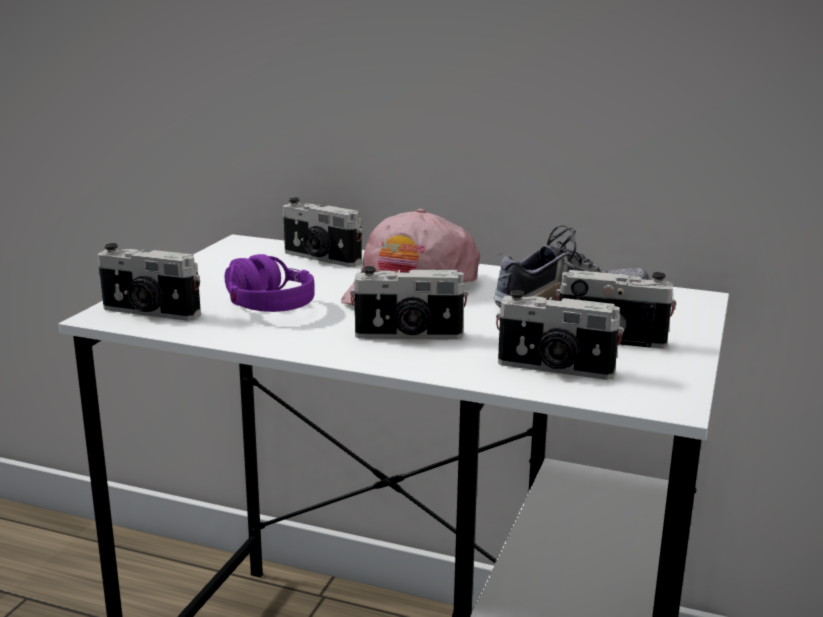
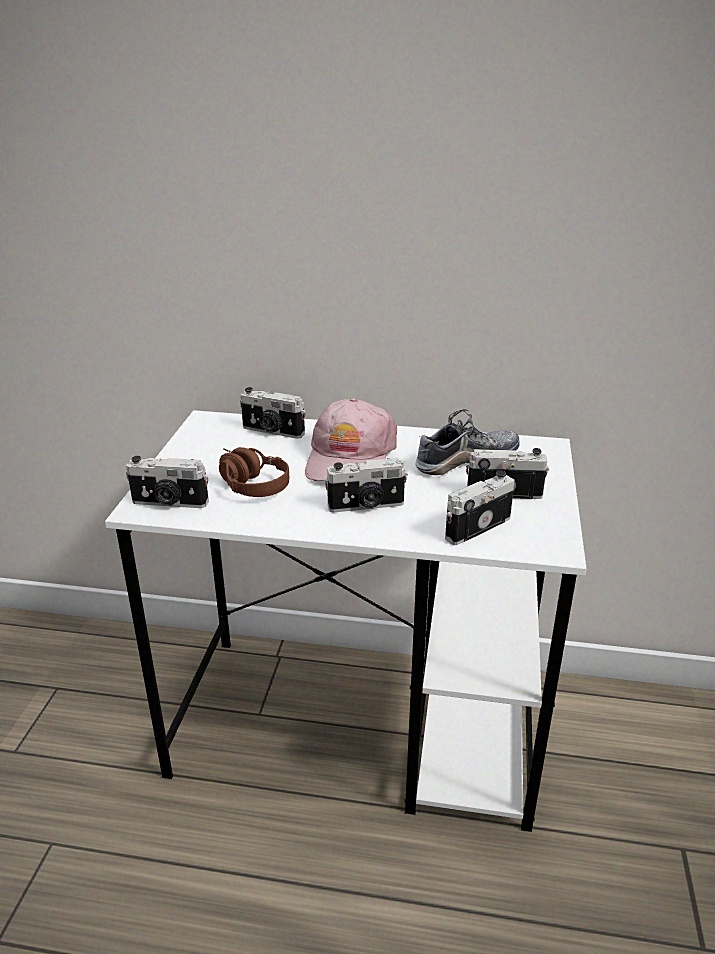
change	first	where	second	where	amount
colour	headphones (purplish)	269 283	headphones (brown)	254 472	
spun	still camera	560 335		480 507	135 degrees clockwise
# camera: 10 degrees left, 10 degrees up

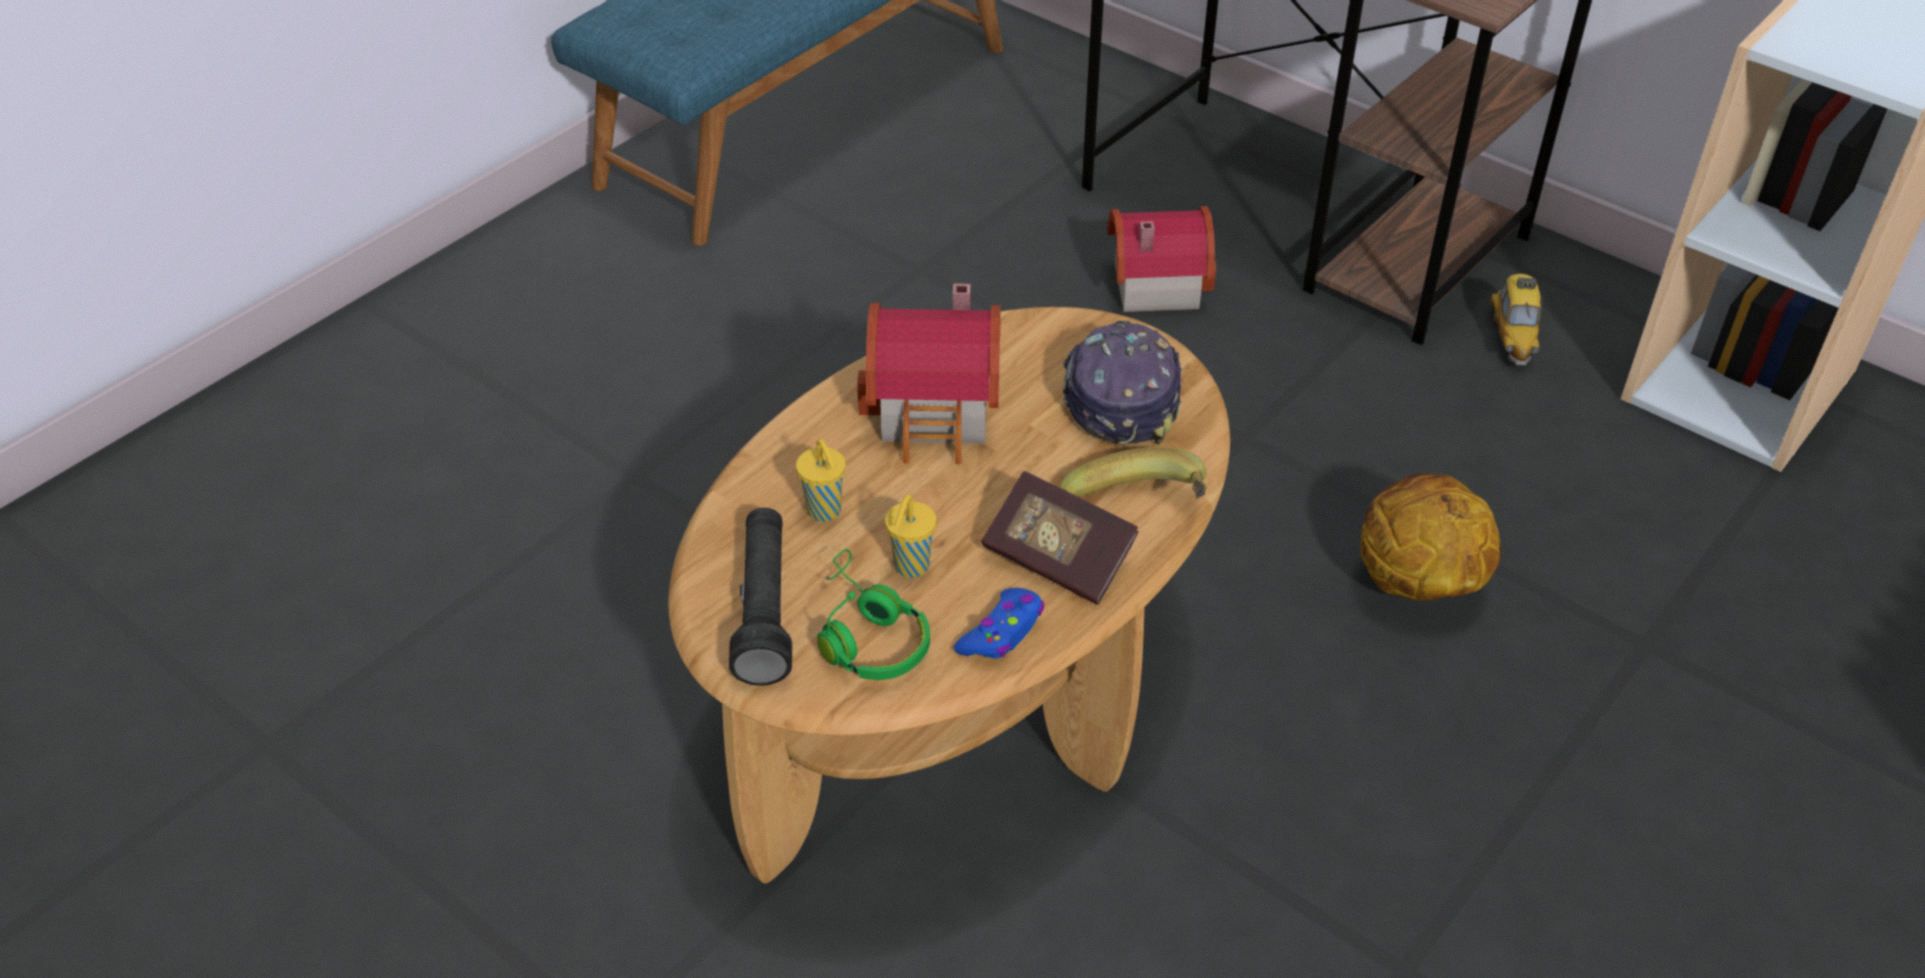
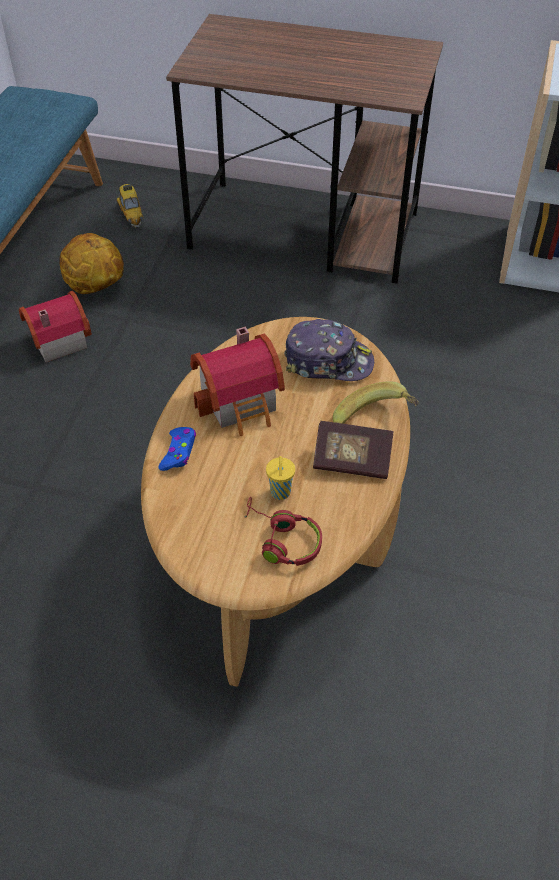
change	first	where	second	where	amount
missing	torch (black-coloured)	760 597			
missing	cup (yellowish)	821 480			
relocated	joypad (blue)	999 623		177 449	
relocated	model house	1161 259		55 326	
relocated	basketball	1430 537		91 263	
relocated	miniature car	1517 319		130 206	
colour	headphones (greenish)	873 614	headphones (red)	283 531	
spun	baseball cap	1122 383		329 350	120 degrees clockwise
# camera: 25 degrees left, 5 degrees up

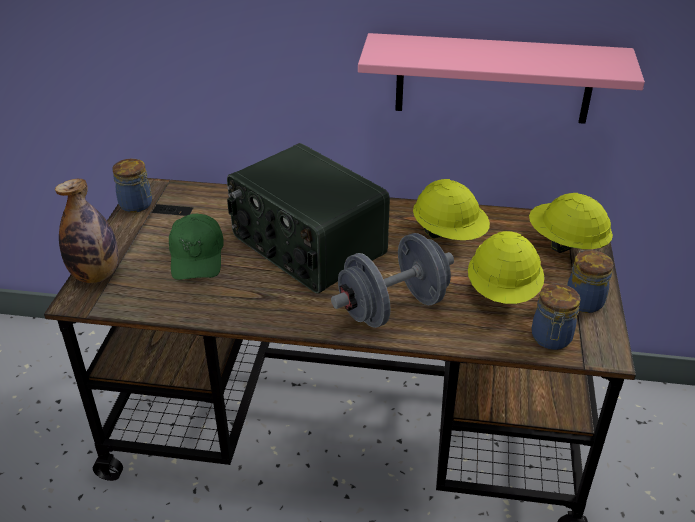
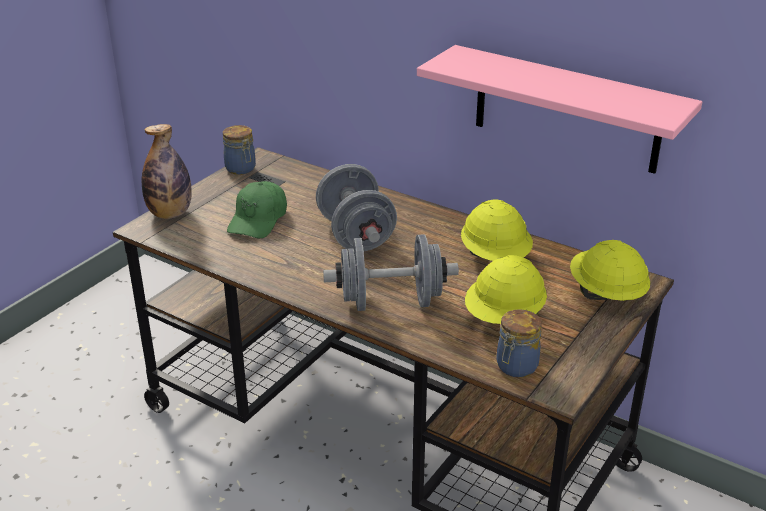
change	first	where	second	where	amount
missing	jar	590 281			
exchanged	radio receiver	308 218	dumbbell (gray)	356 207	
# camera: 25 degrees right, 5 degrees down

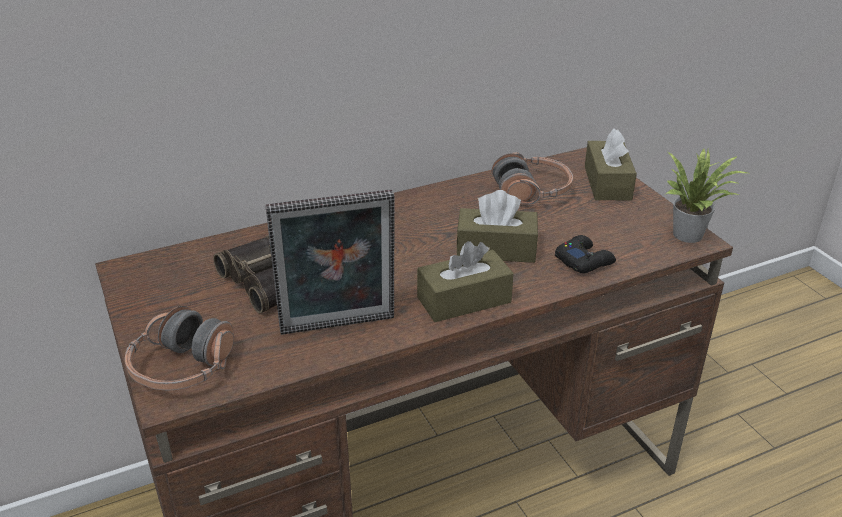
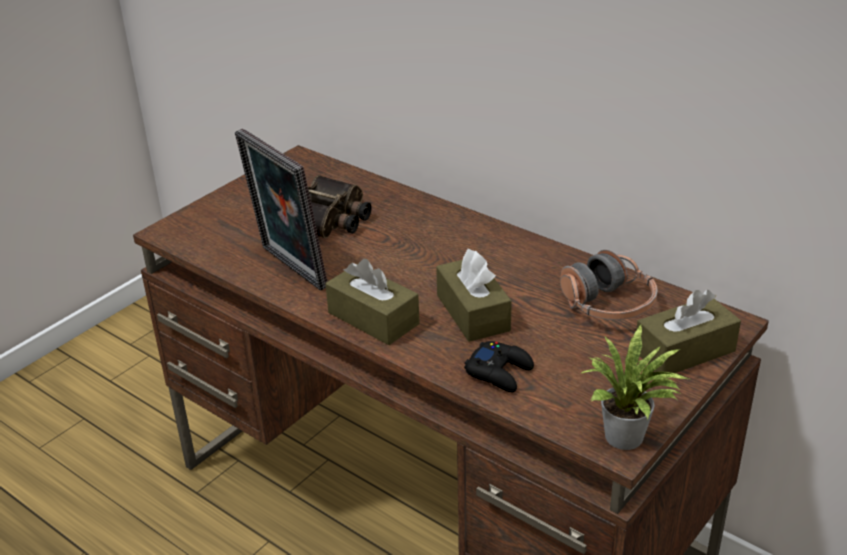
change	first	where	second	where	amount
missing	headphones	179 348			
# camera: 65 degrees right, 0 degrees up

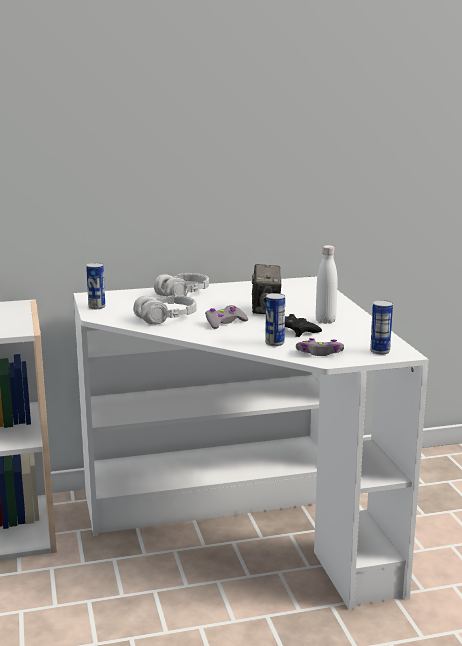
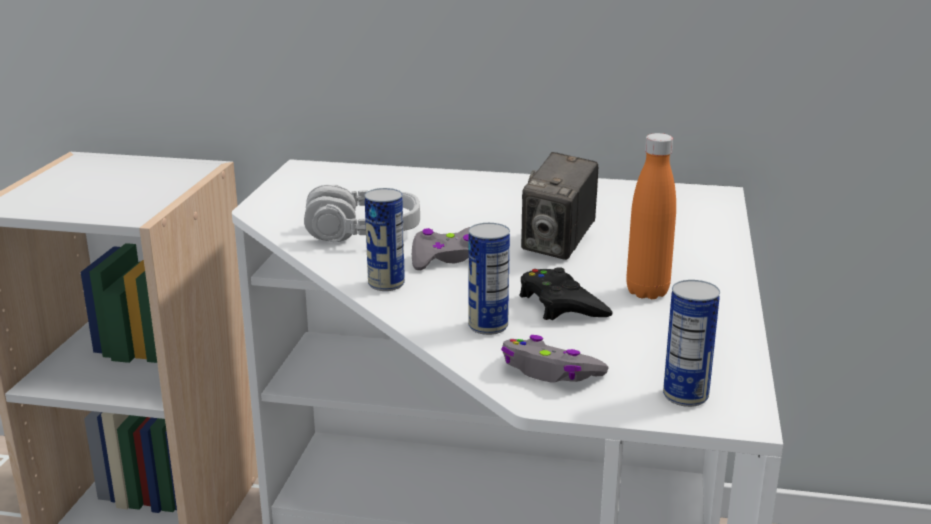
change	first	where	second	where	amount
missing	headphones (gray)	181 284			
relocated	sealed can	95 286		384 239	
colour	beverage bottle (whitish)	327 284	beverage bottle (orange)	651 216	
# camera: 25 degrees right, 5 degrees up

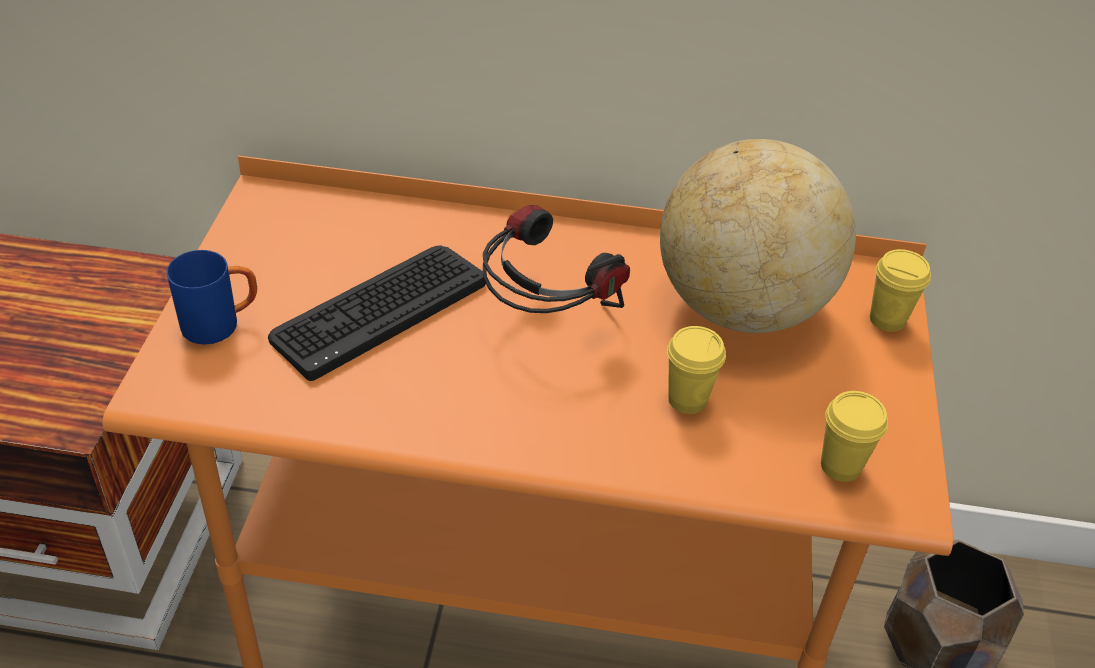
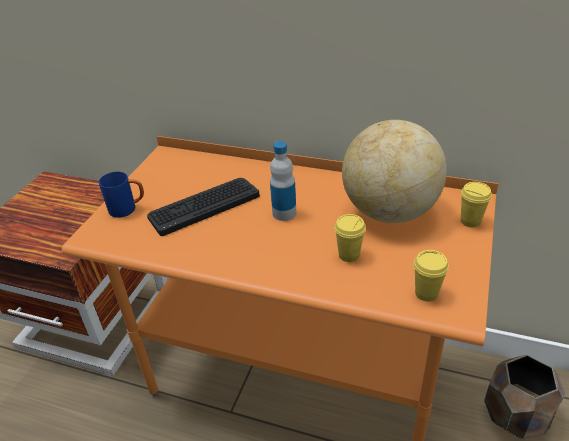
change	first	where	second	where	amount
exchanged	headphones	556 259	beverage bottle	283 181	
# camera: 15 degrees right, 5 degrees down

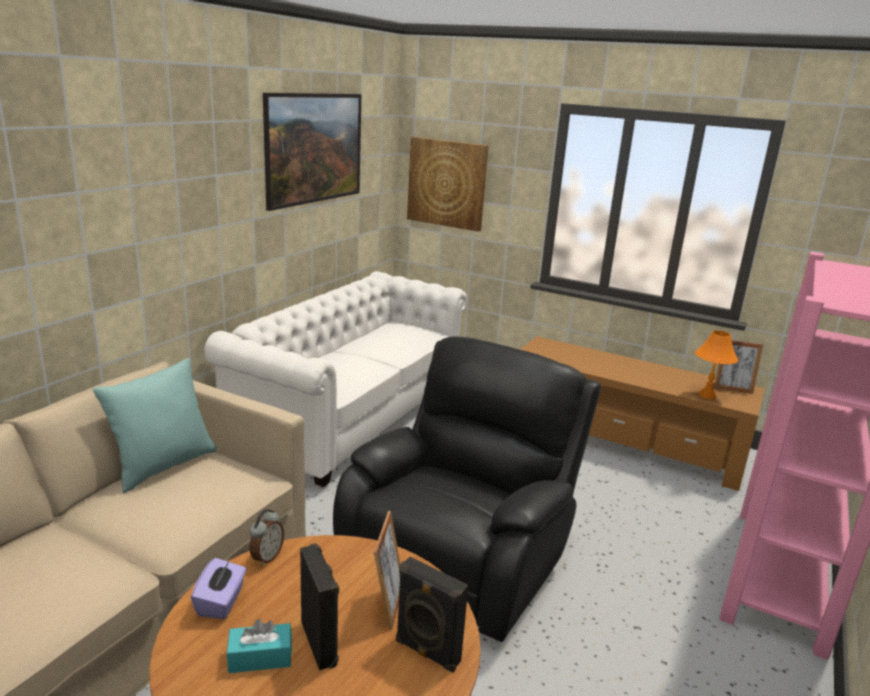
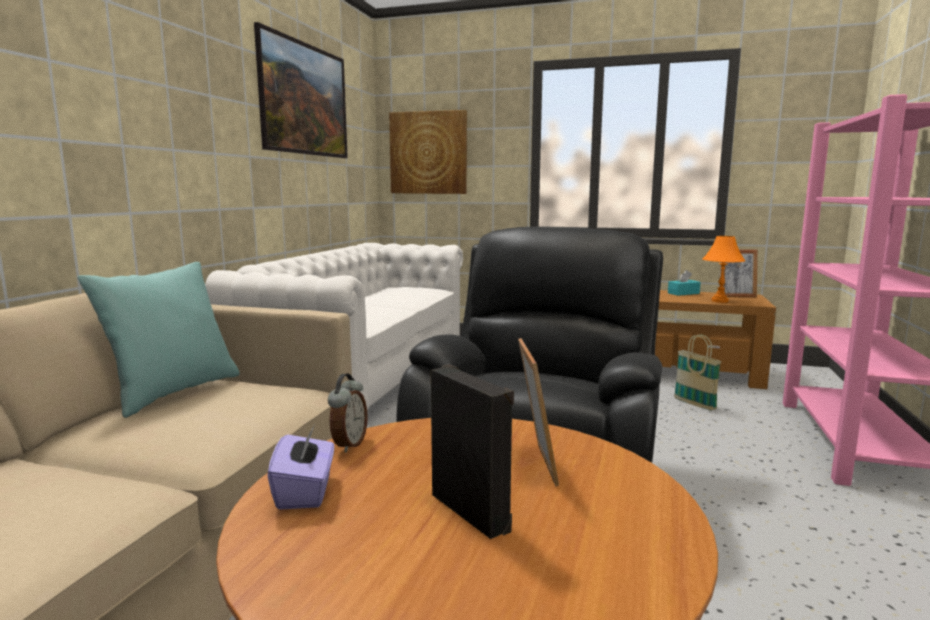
change	first	where	second	where	amount
missing	loudspeaker (black-coloured)	432 615			
appeared			storage basket	697 372	
relocated	tissue box (turquoise-coloured)	259 646		684 283	
# camera: 10 degrees left, 10 degrees down

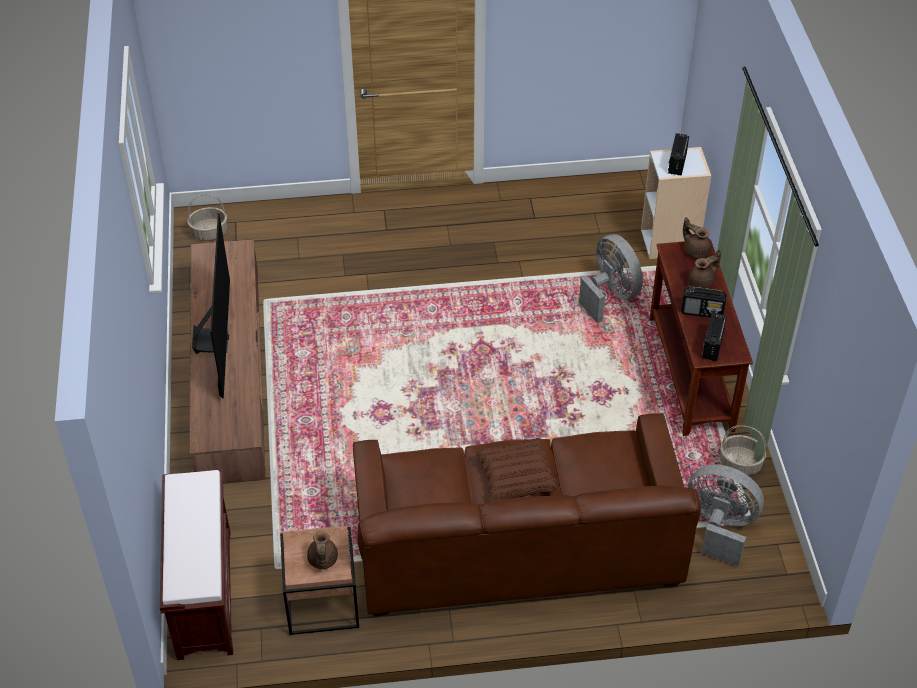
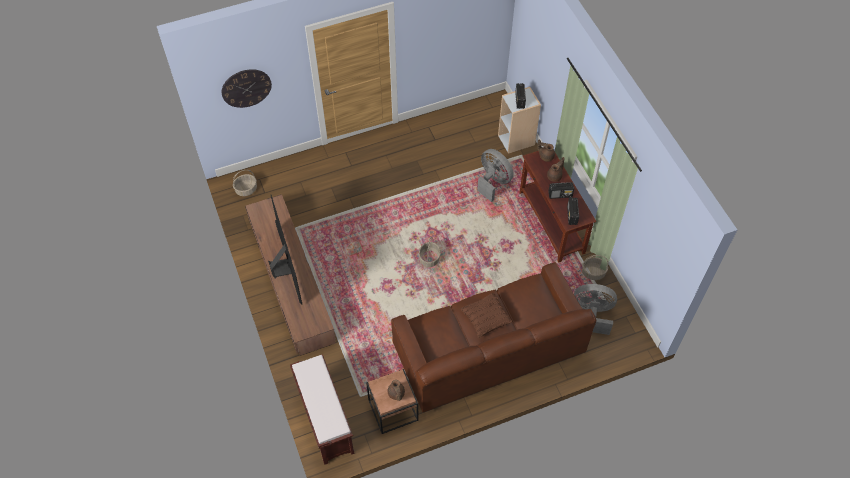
change	first	where	second	where	amount
appeared			wall clock	247 88	
appeared			storage basket	430 252	
# camera: 15 degrees left, 10 degrees up

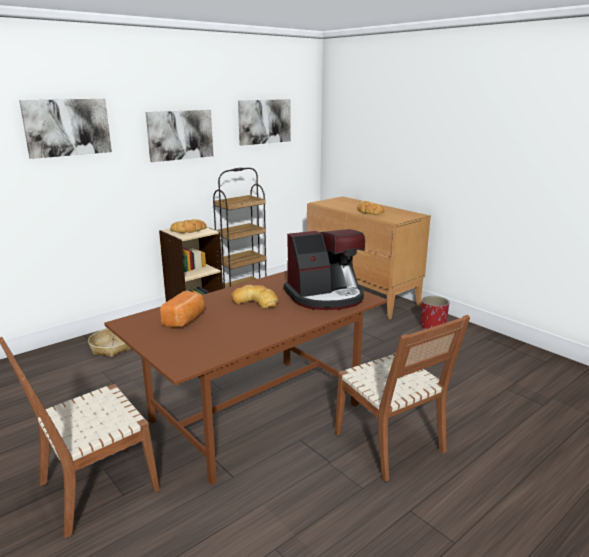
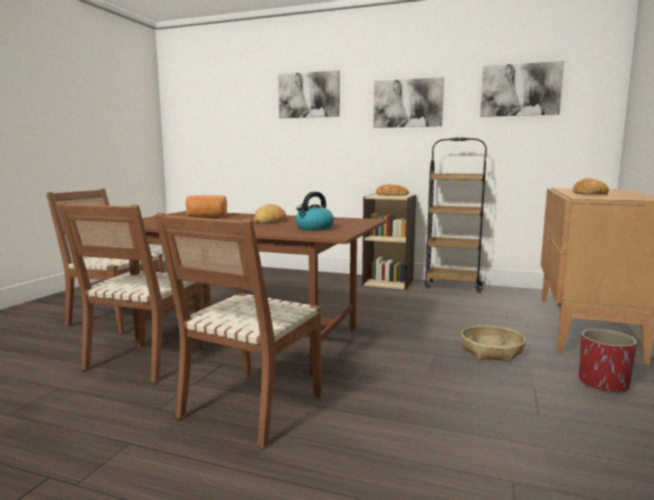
change	first	where	second	where	amount
appeared			plain chair	131 292	
relocated	storage basket	109 343		493 343	
exchanged	coffee brewer	324 269	water kettle	314 211	
# camera: 60 degrees right, 10 degrees down

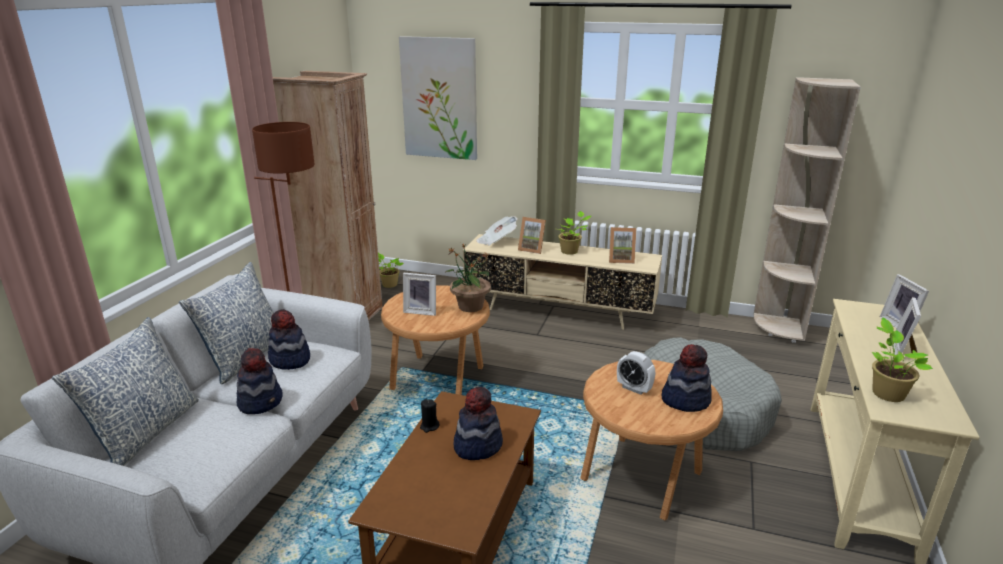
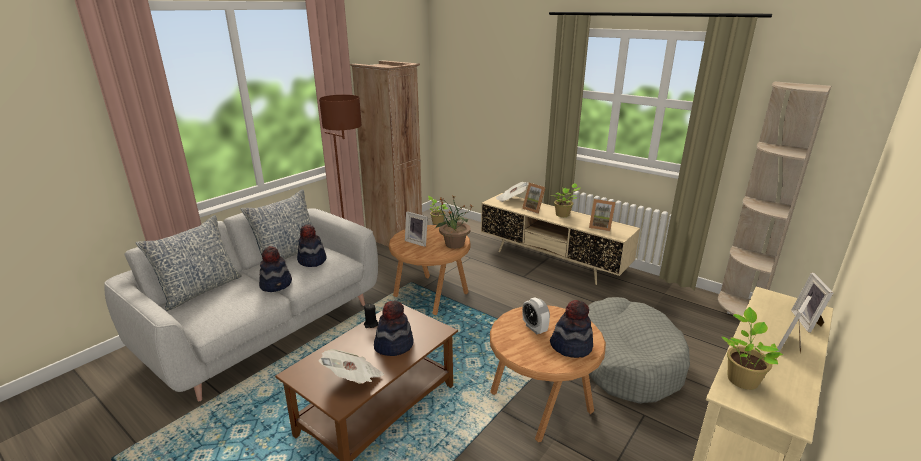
change	first	where	second	where	amount
missing	wall picture	438 98			
appeared			newspaper	351 366	
# camera: 20 degrees right, 0 degrees up

